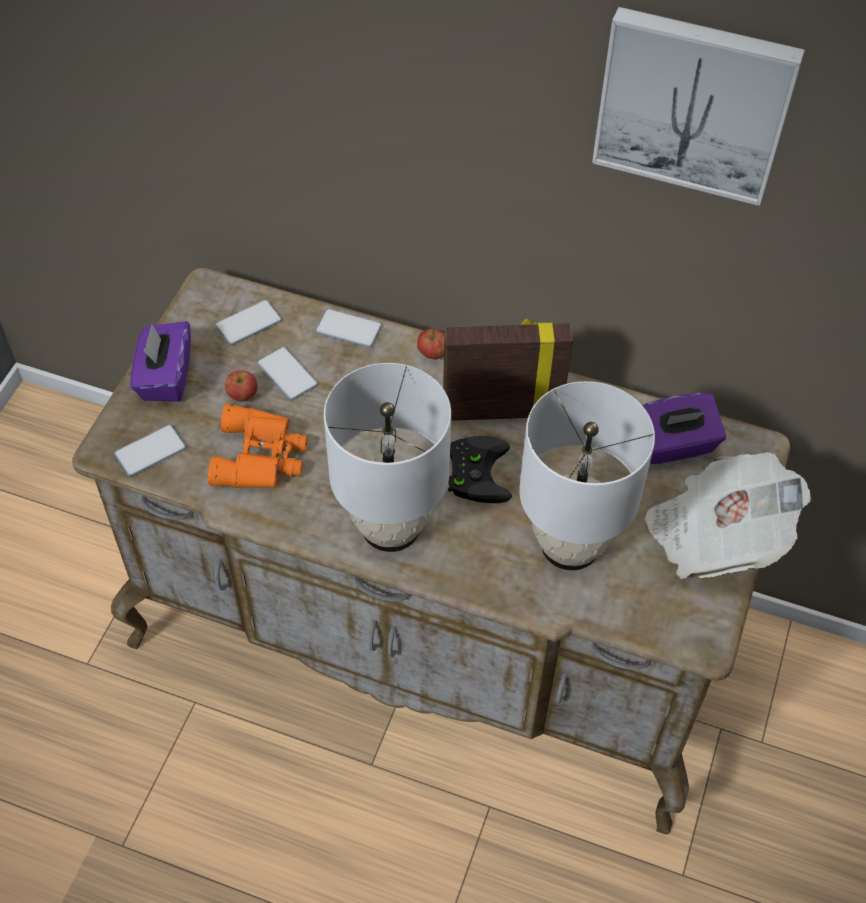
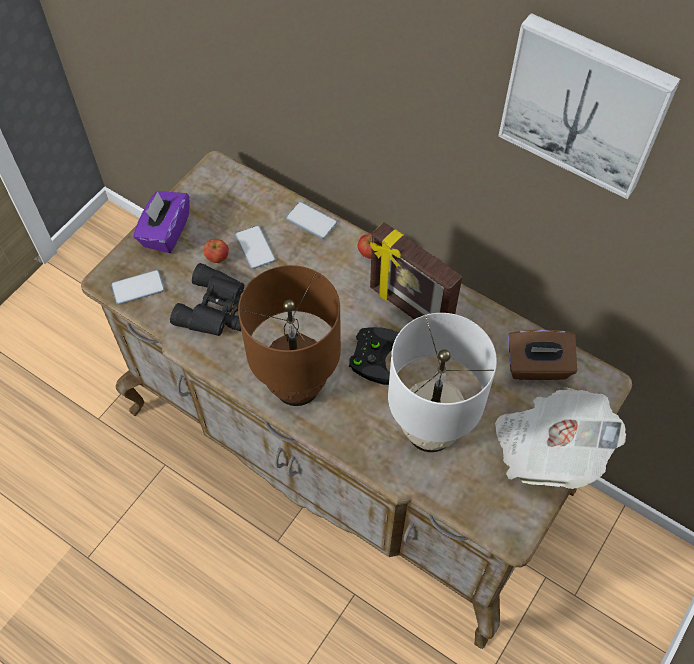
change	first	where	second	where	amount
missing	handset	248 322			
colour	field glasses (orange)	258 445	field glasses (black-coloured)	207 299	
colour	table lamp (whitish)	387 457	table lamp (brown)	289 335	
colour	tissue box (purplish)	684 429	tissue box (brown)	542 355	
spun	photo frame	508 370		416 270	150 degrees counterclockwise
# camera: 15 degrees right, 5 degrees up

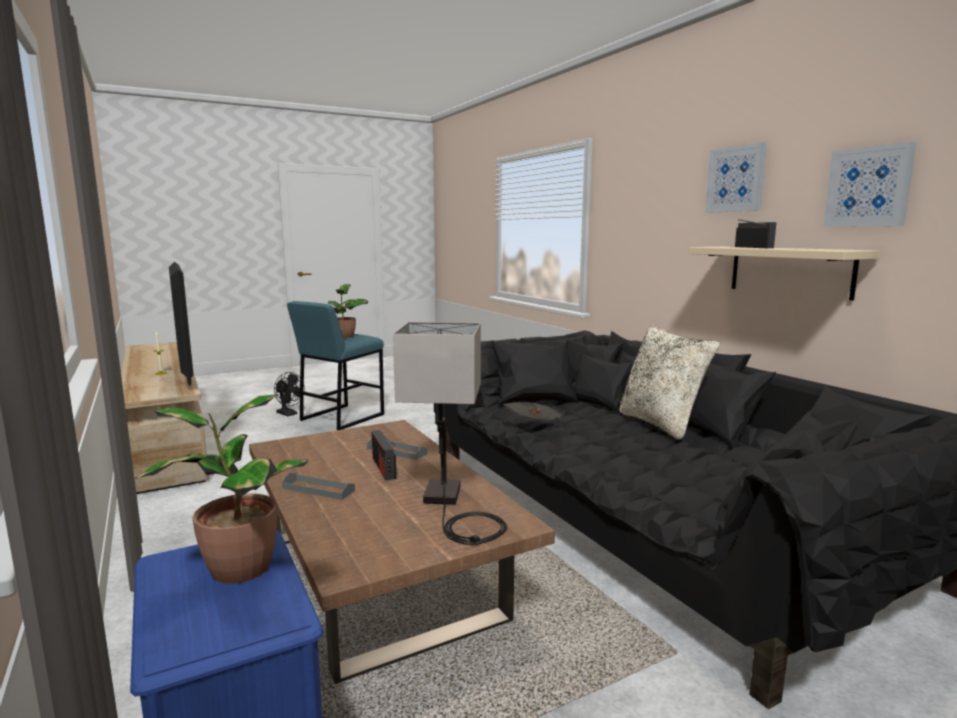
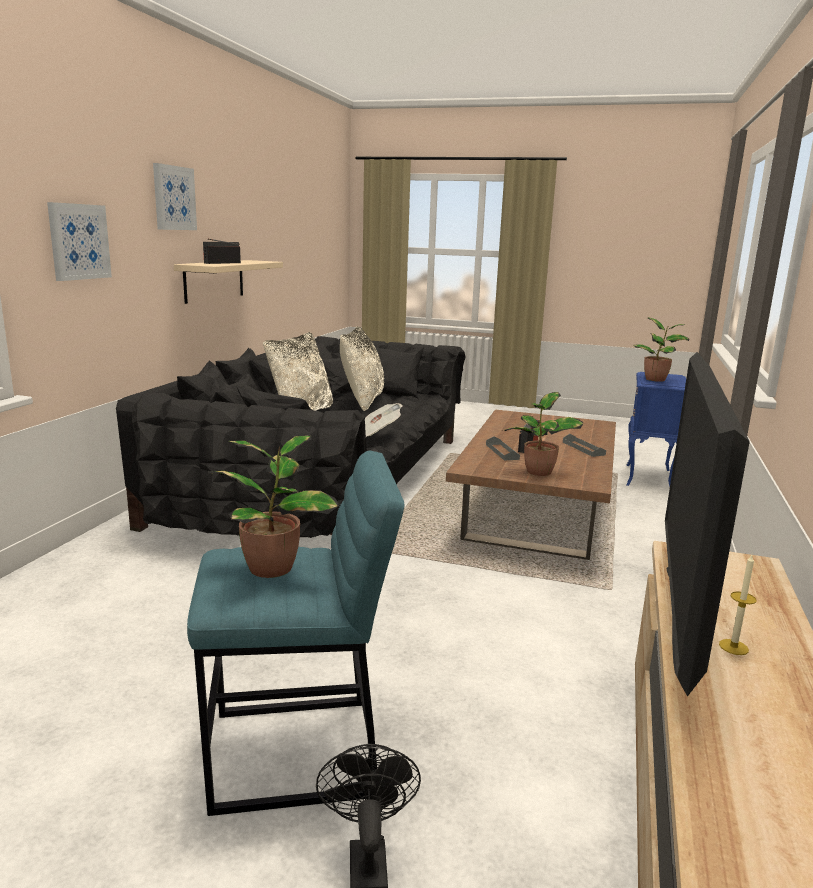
change	first	where	second	where	amount
missing	table lamp	450 434			
appeared			throw pillow (beige-coloured)	362 368	
appeared			plant in a pot	544 434	
relocated	wall picture	869 184		79 241	
# camera: 135 degrees left, 5 degrees up

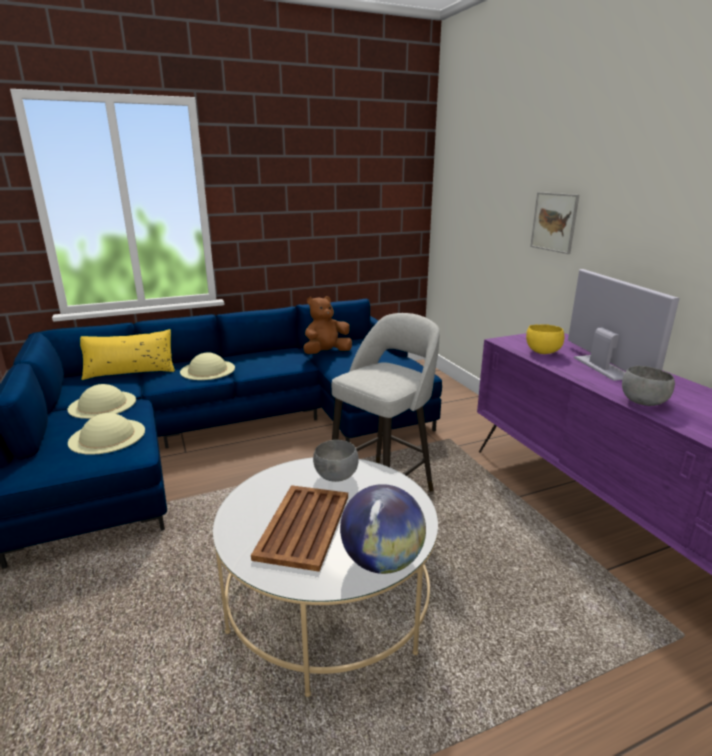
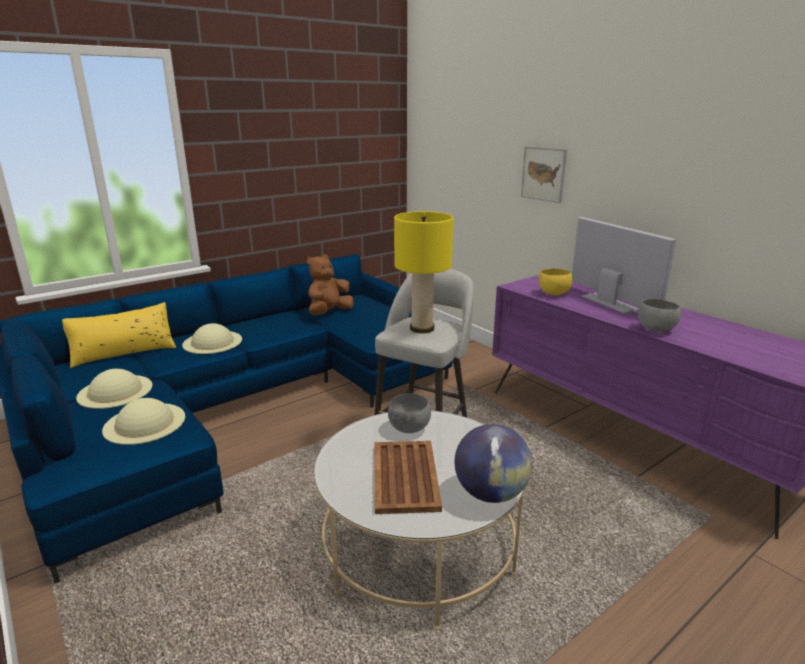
change	first	where	second	where	amount
appeared			table lamp (yellowish)	423 272	
# camera: 15 degrees left, 0 degrees up

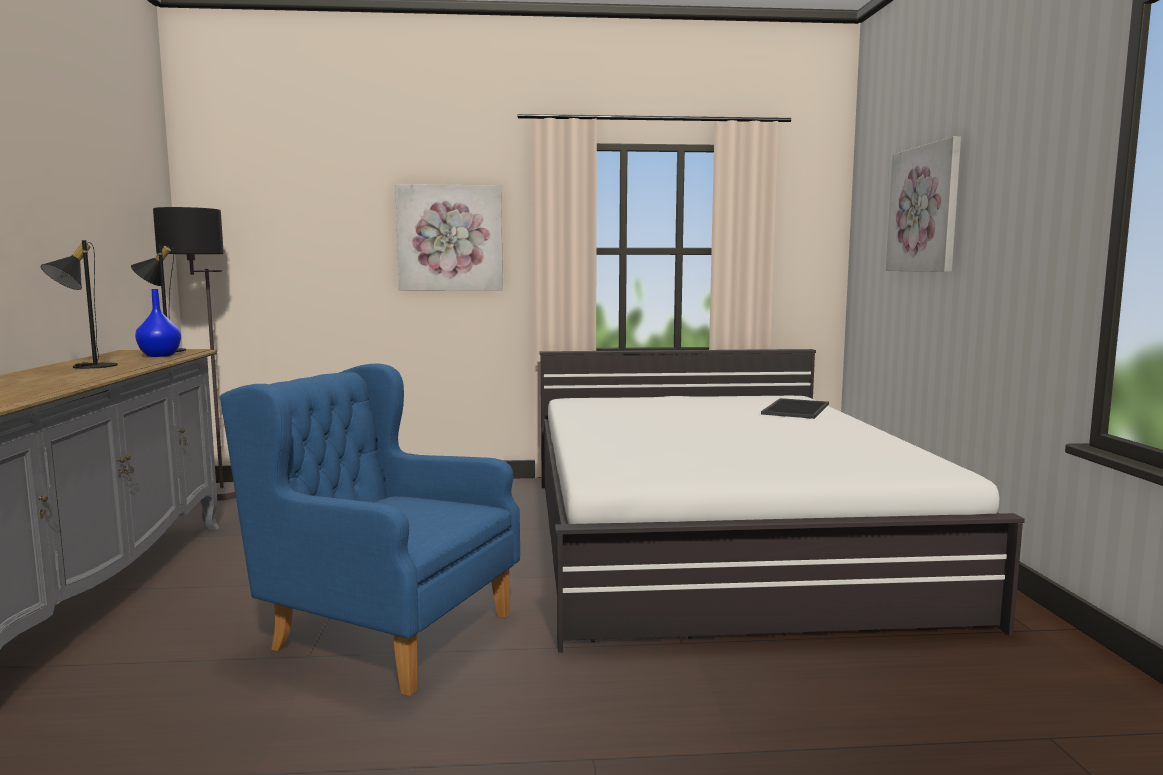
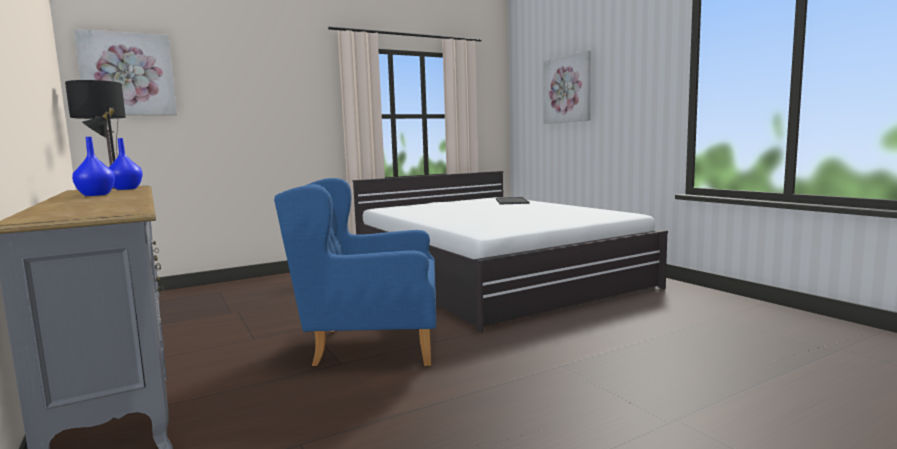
change	first	where	second	where	amount
relocated	wall picture	449 237		125 72	
exchanged	table lamp (black-coloured)	79 304	decorative vase (blue)	93 166	
# camera: 25 degrees left, 0 degrees up

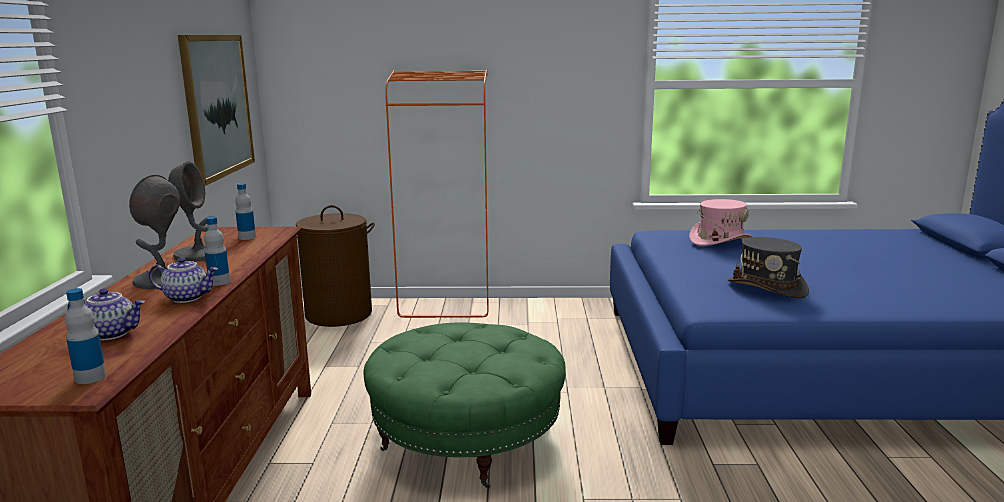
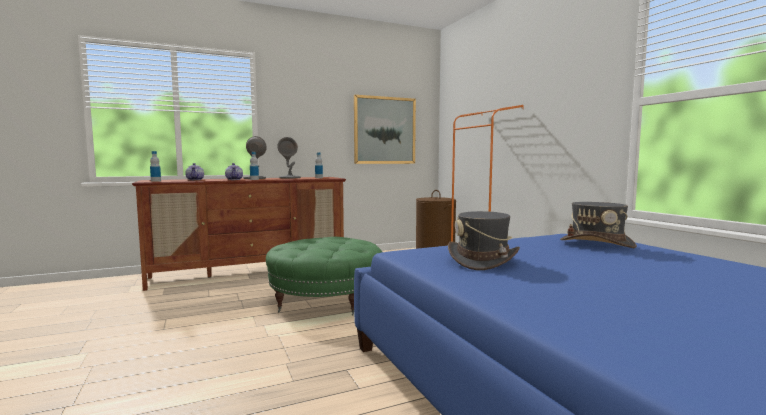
change	first	where	second	where	amount
colour	clothing hat (pink-coloured)	721 222	clothing hat (gray)	598 225	
# camera: 65 degrees right, 10 degrees down

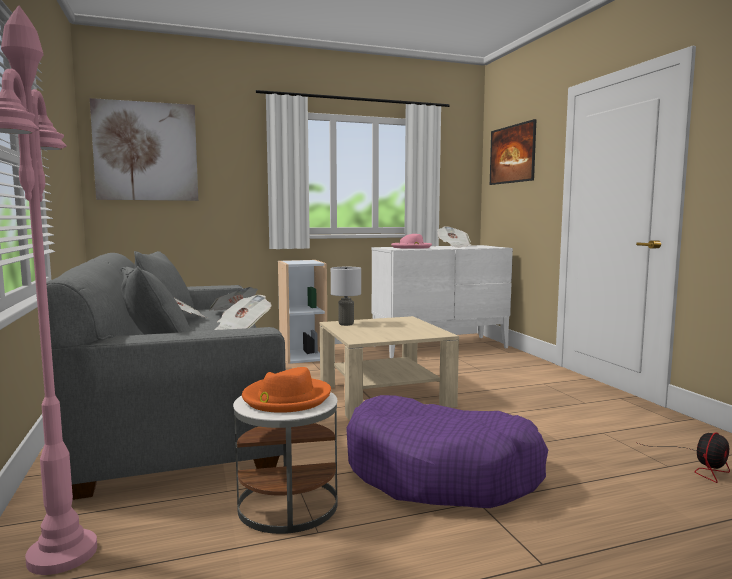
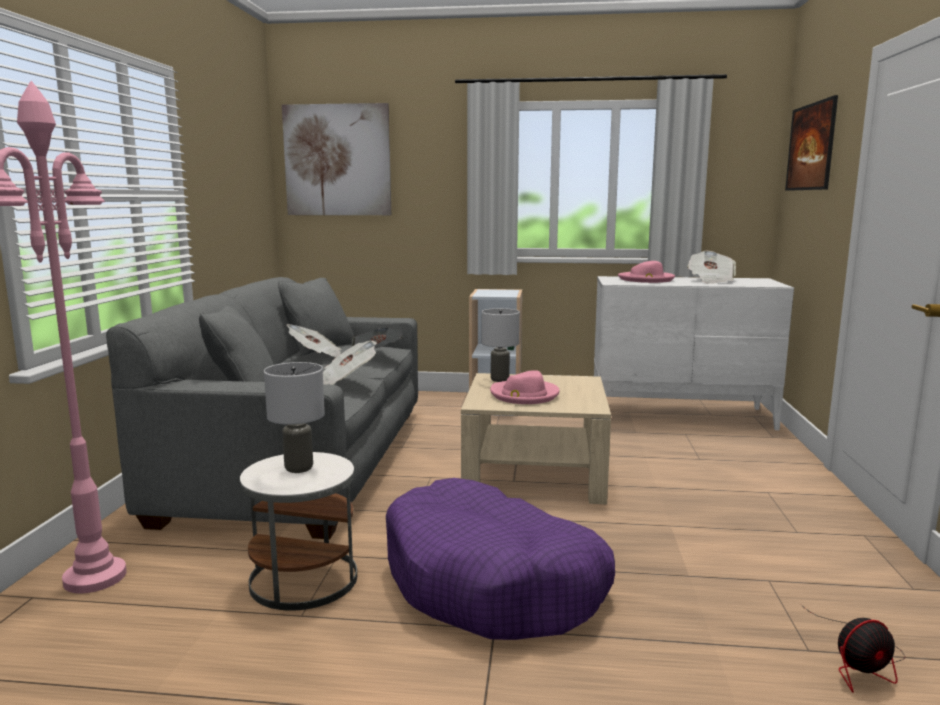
change	first	where	second	where	amount
appeared			clothing hat (pink-coloured)	524 387	
exchanged	clothing hat (orange)	286 390	table lamp (whitish)	294 417	
# camera: 25 degrees right, 5 degrees up

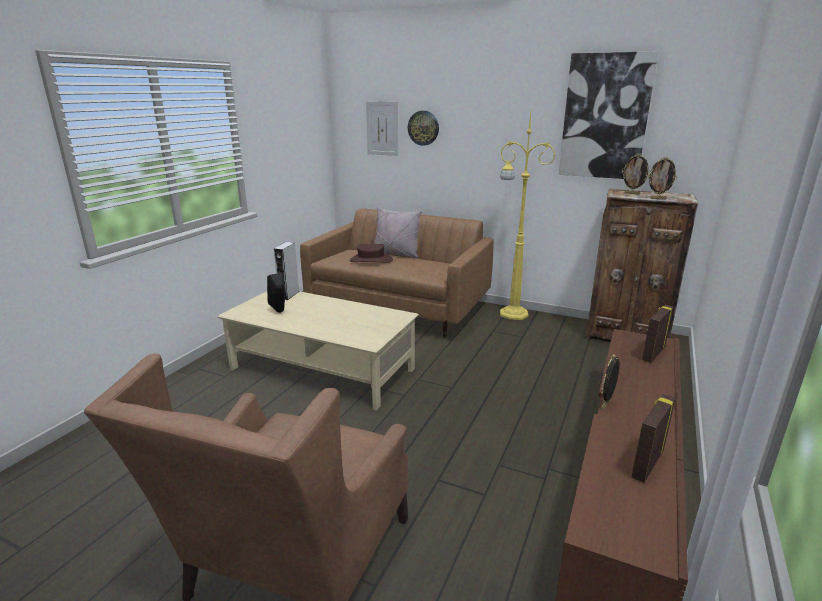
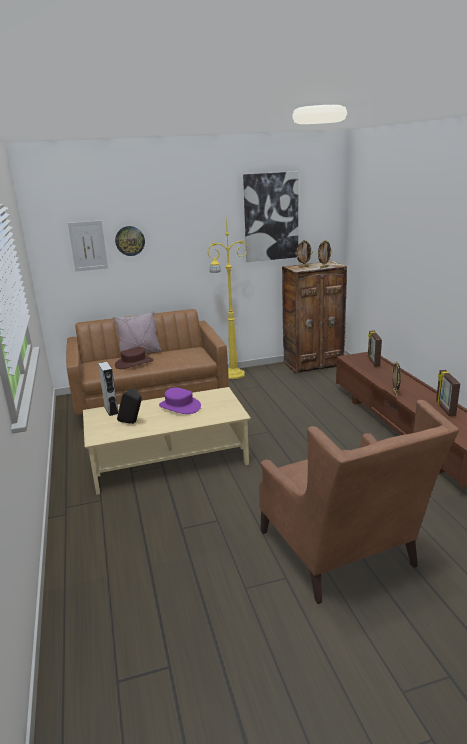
change	first	where	second	where	amount
appeared			clothing hat (purplish)	180 400	
# camera: 40 degrees left, 0 degrees up

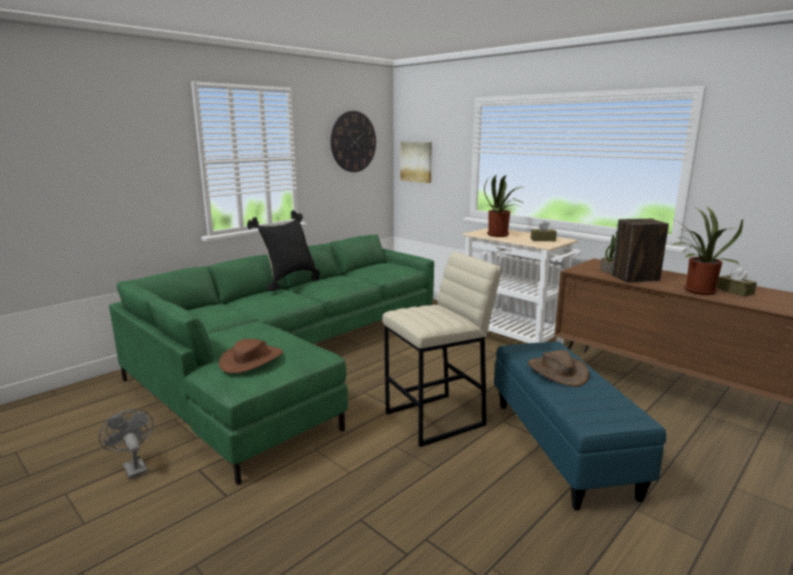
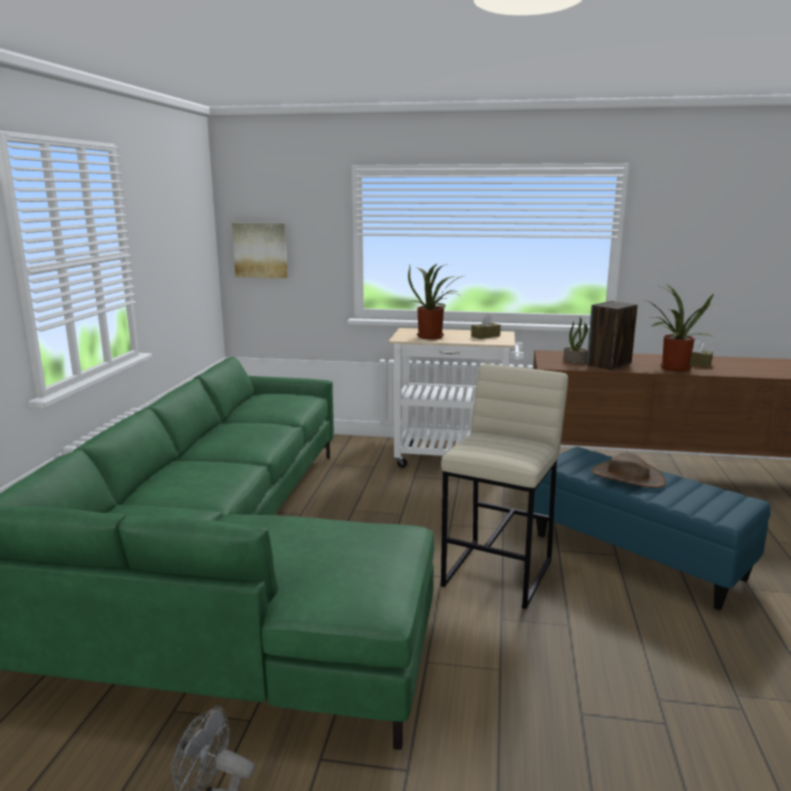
change	first	where	second	where	amount
missing	clothing hat (brown)	251 356			
missing	throw pillow (black-coloured)	284 251			
missing	wall clock	353 141			
# camera: 35 degrees left, 0 degrees up

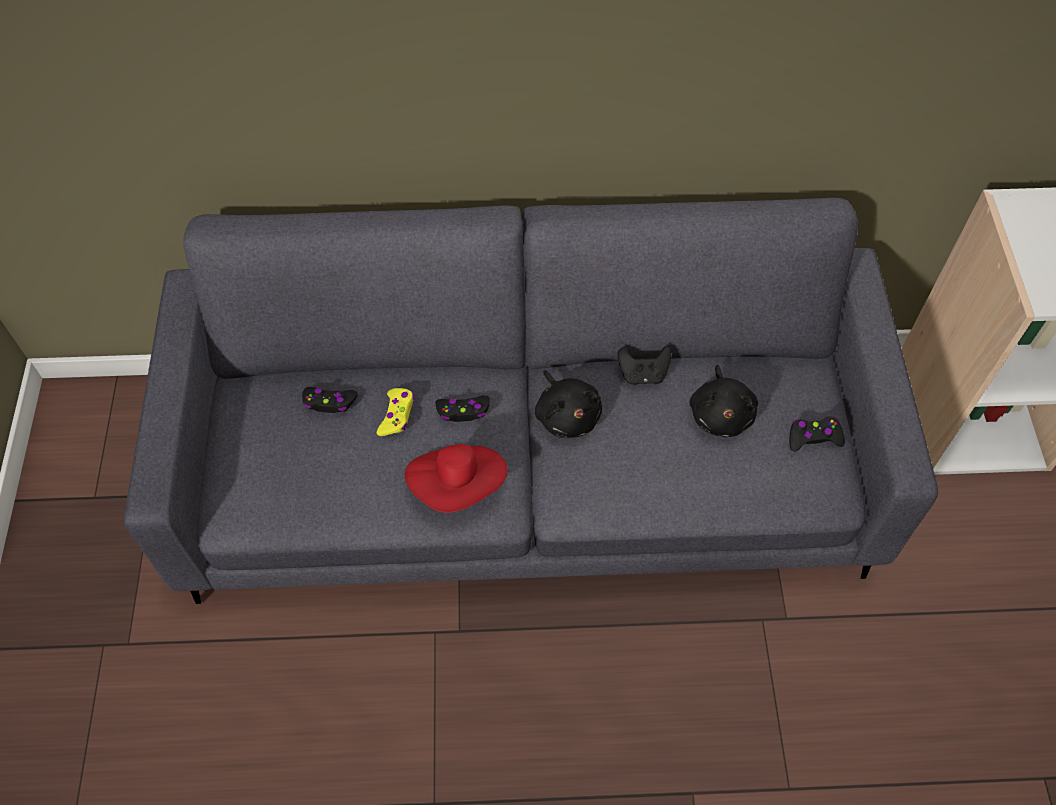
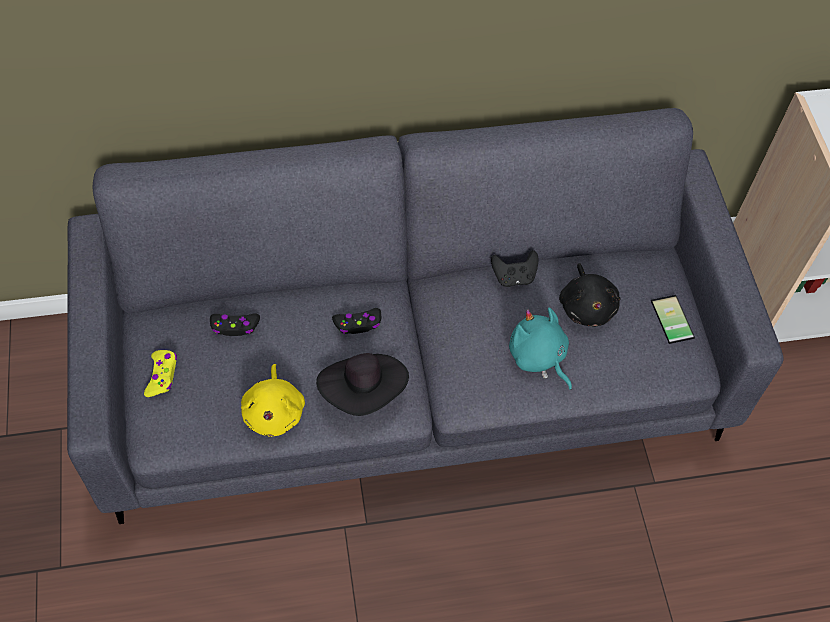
change	first	where	second	where	amount
missing	plush toy (black-coloured)	568 404			
appeared			plush toy (yellowish)	273 400	
appeared			plush toy (turquoise-coloured)	540 349	
relocated	joypad (yellowish)	395 412		160 373	
exchanged	joypad (black-coloured)	817 434	handset	673 319	
colour	clothing hat (red)	456 478	clothing hat (black-coloured)	362 384	
# camera: 10 degrees left, 0 degrees up

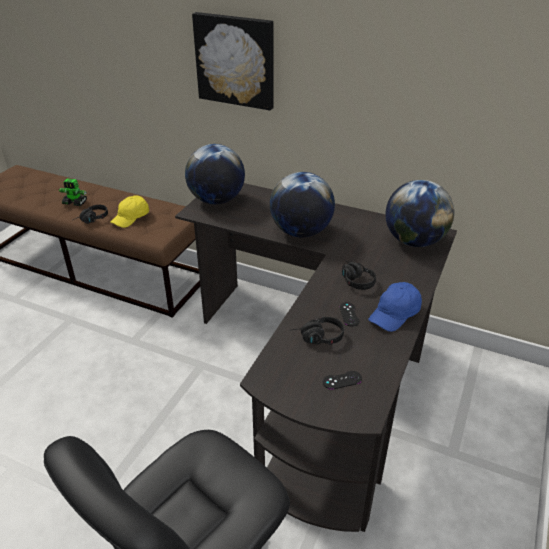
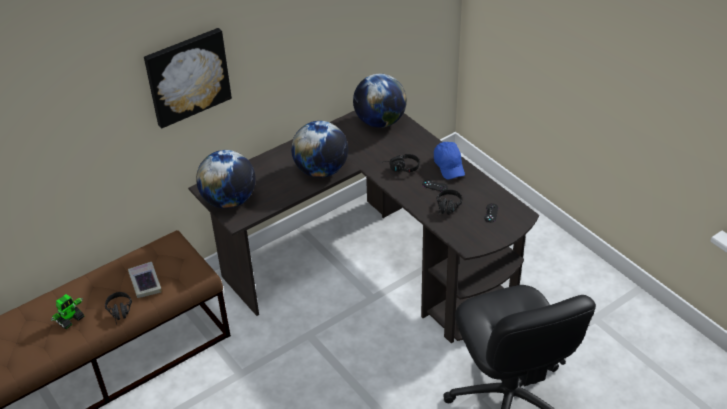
change	first	where	second	where	amount
exchanged	baseball cap (yellowish)	129 211	volume	145 280	
# camera: 60 degrees left, 5 degrees up

